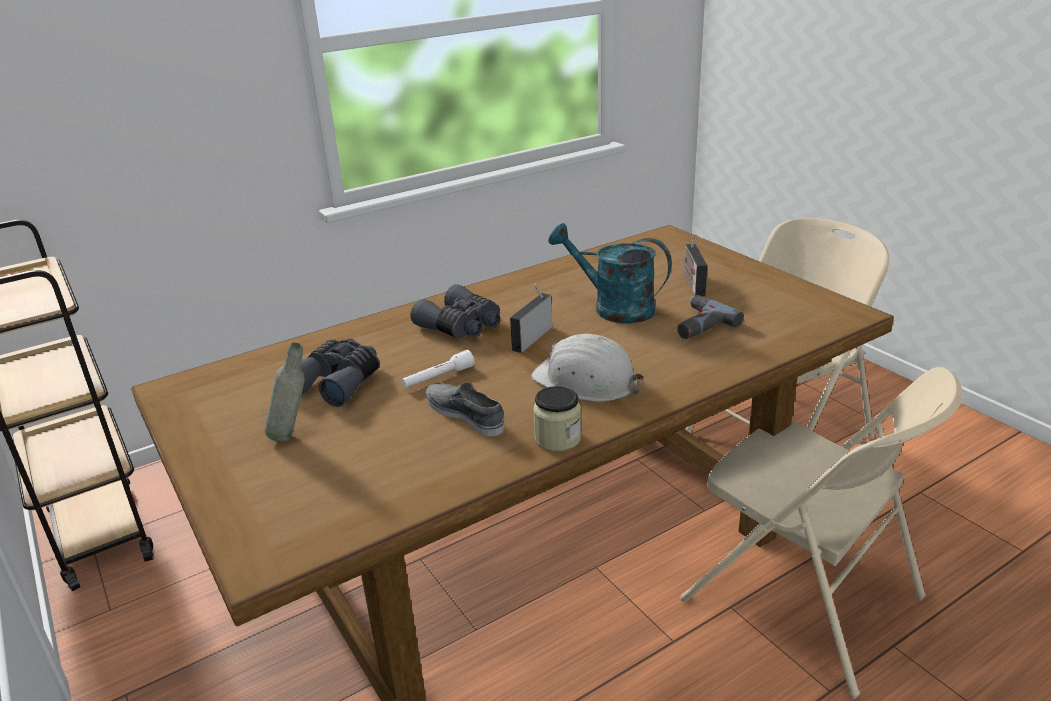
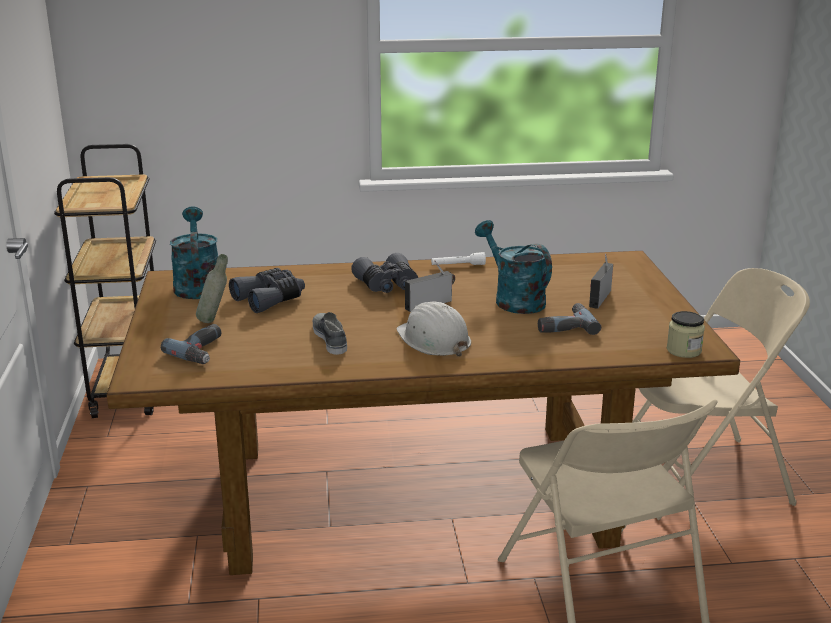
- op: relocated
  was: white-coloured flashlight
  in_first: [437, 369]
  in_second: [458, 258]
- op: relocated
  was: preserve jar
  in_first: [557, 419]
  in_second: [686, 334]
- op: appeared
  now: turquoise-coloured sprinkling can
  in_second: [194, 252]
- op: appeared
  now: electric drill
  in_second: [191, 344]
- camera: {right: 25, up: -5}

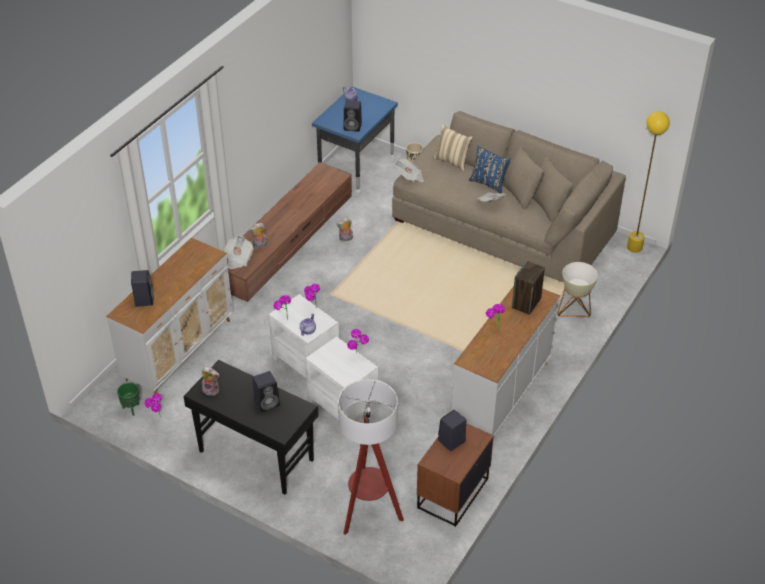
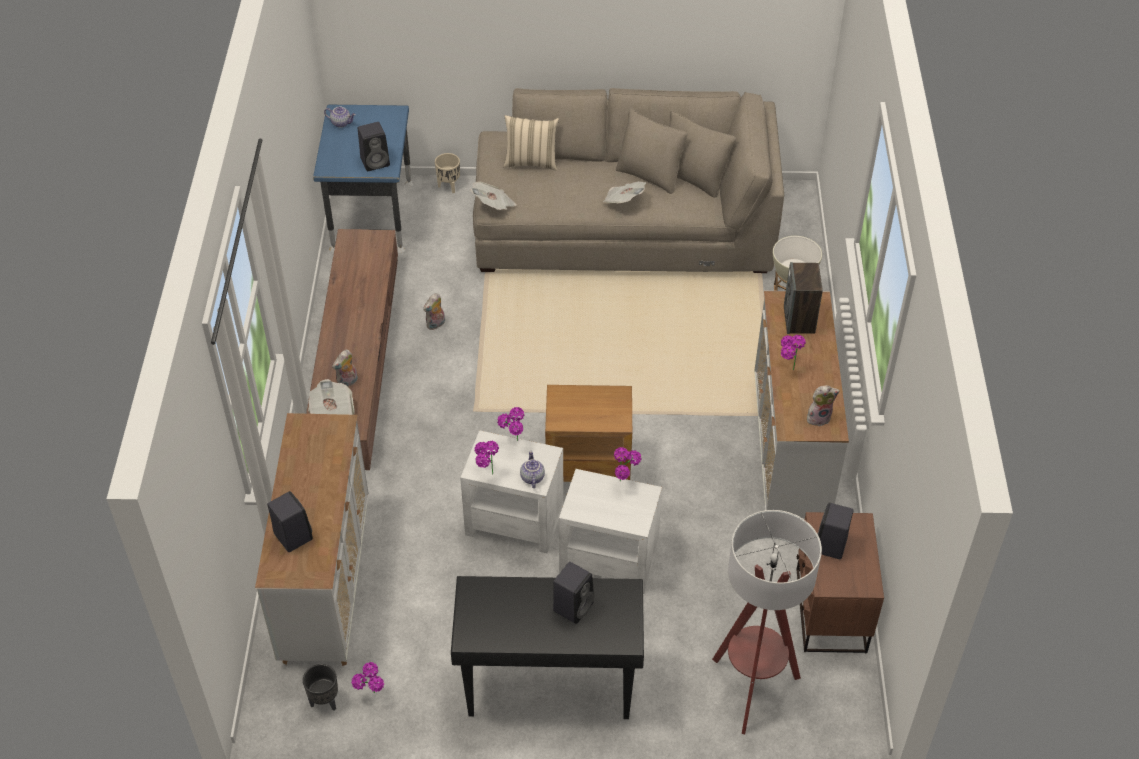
- op: missing
  was: yellow-coloured standing lamp
  in_first: [648, 182]
- op: missing
  was: bluish pillow
  in_first: [490, 169]
- op: relocated
  was: cuddly toy
  in_first: [210, 381]
  in_second: [823, 405]
- op: colour
  was: green-coloured plant pot
  now: black plant pot
  in_first: [128, 399]
  in_second: [320, 687]
- op: appeared
  now: brown accent table
  in_second: [588, 433]
- camera: {right: -30, up: 5}

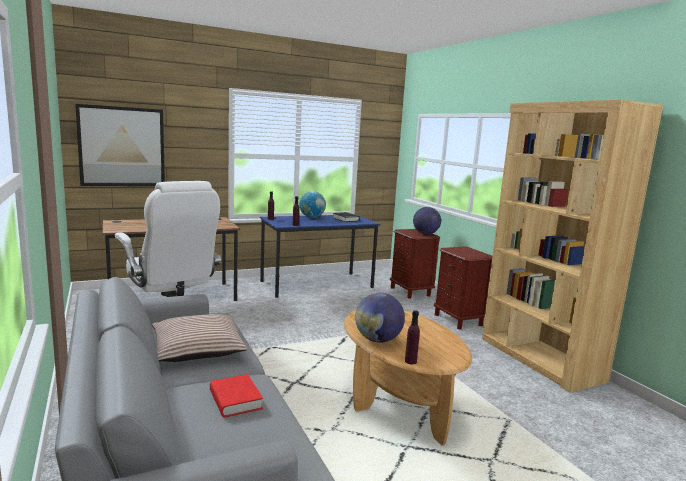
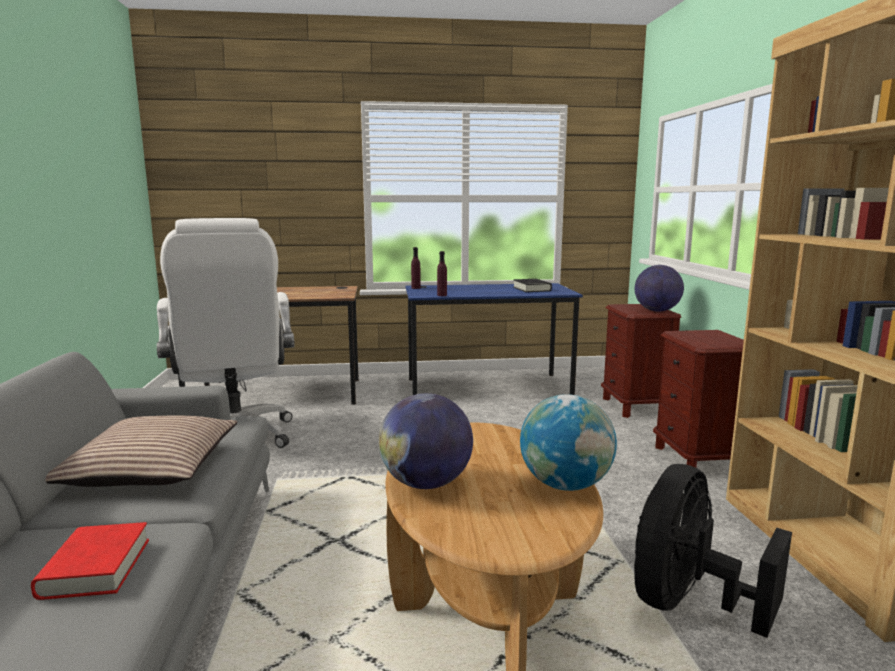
- op: missing
  was: picture
  in_first: [120, 145]
- op: relocated
  was: globe
  in_first: [312, 204]
  in_second: [568, 442]
- op: missing
  was: purplish drink bottle
  in_first: [412, 337]
- op: appeared
  now: black electric fan
  in_second: [713, 551]
- camera: {right: 20, up: 0}

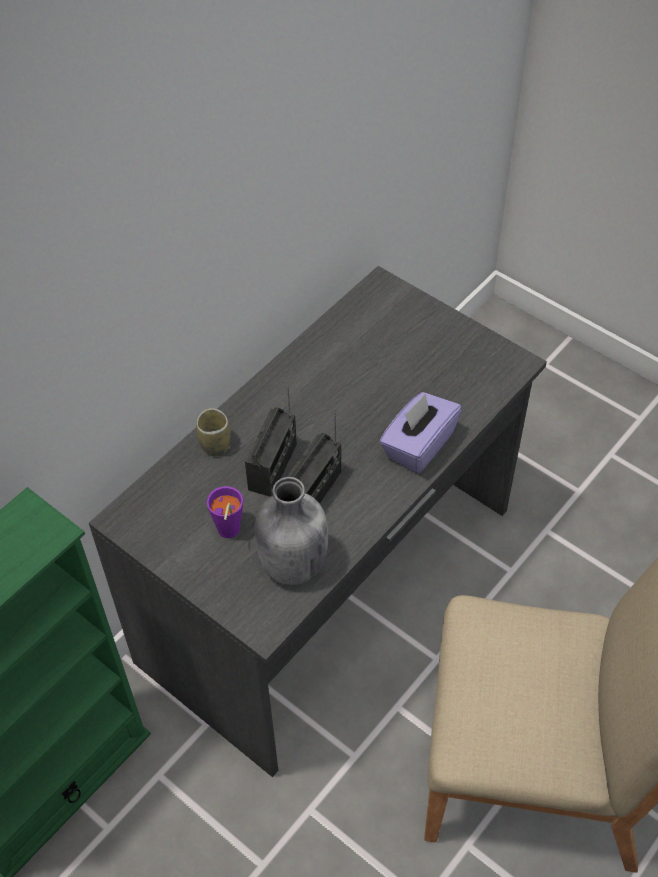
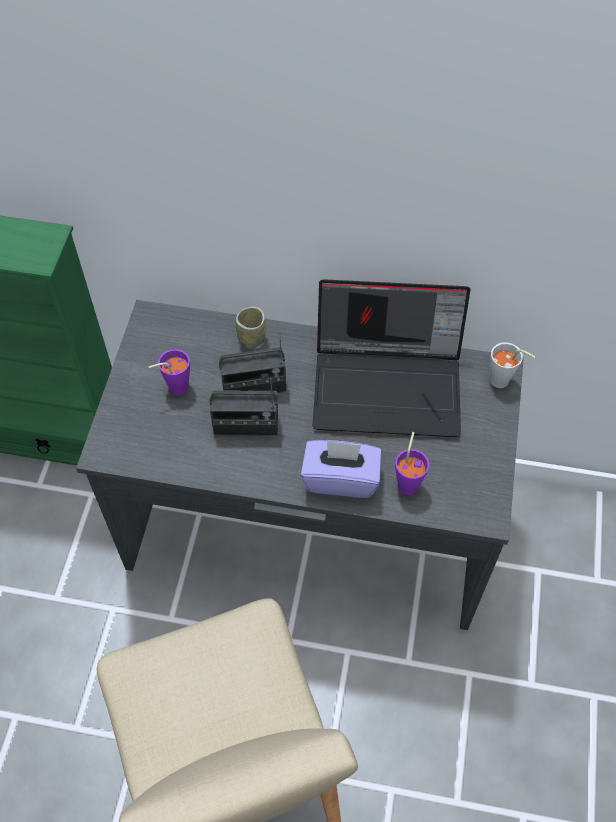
- op: missing
  was: greyish drink bottle
  in_first: [291, 531]
- op: appeared
  now: portable computer
  in_second: [392, 358]
- op: appeared
  now: greyish drinking cup
  in_second: [512, 365]
- op: appeared
  now: purplish drinking cup
  in_second: [412, 463]
- camera: {right: 60, up: 5}

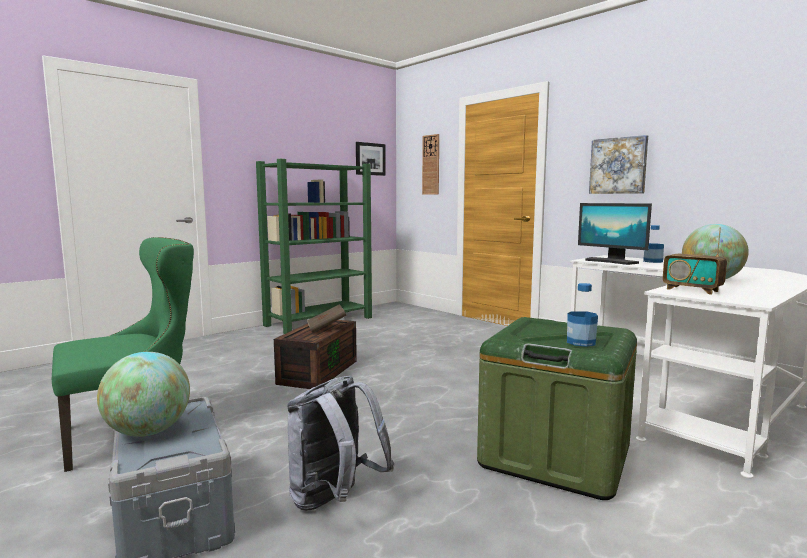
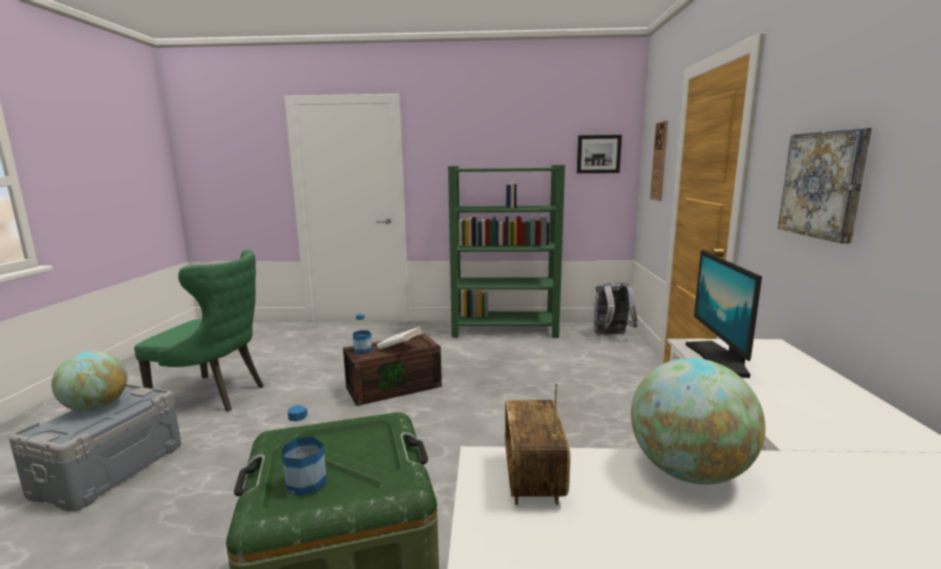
- op: relocated
  was: drink bottle
  in_first: [653, 244]
  in_second: [362, 334]
- op: colour
  was: brown volume
  now: white-coloured volume
  in_first: [327, 318]
  in_second: [400, 337]
- op: relocated
  was: greyish rucksack
  in_first: [341, 443]
  in_second: [616, 308]
- camera: {right: 45, up: 5}

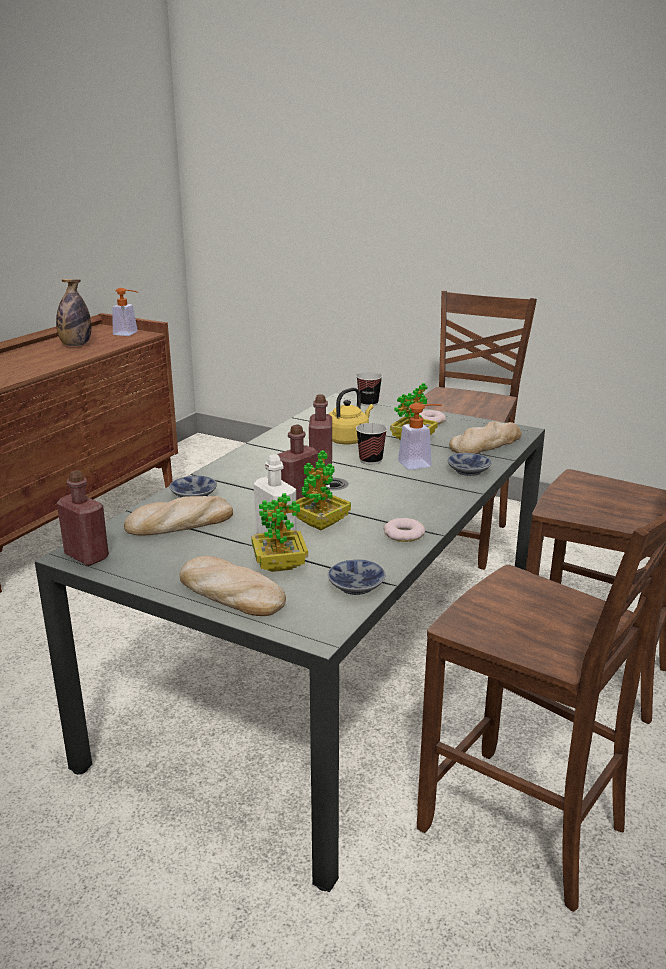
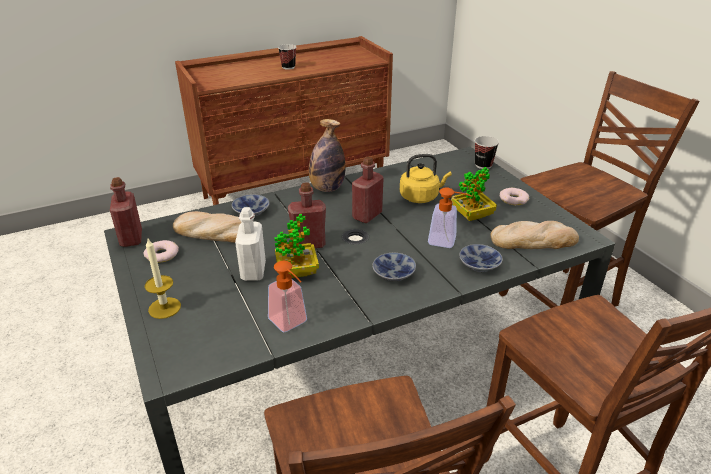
- op: relocated
  was: drink bottle
  in_first: [73, 312]
  in_second: [327, 155]
- op: relocated
  was: liquid soap bottle
  in_first: [125, 312]
  in_second: [287, 296]
- op: relocated
  was: drinking cup
  in_first: [371, 444]
  in_second: [287, 57]
- op: missing
  was: houseplant
  in_first: [279, 532]
- op: relocated
  was: ring doughnut
  in_first: [404, 530]
  in_second: [161, 251]
- op: exchanged
  was: baked bread
  now: wax light
  in_first: [233, 586]
  in_second: [162, 279]
- op: relocated
  was: deep dish
  in_first: [356, 577]
  in_second: [394, 267]
- camera: {right: 35, up: 10}

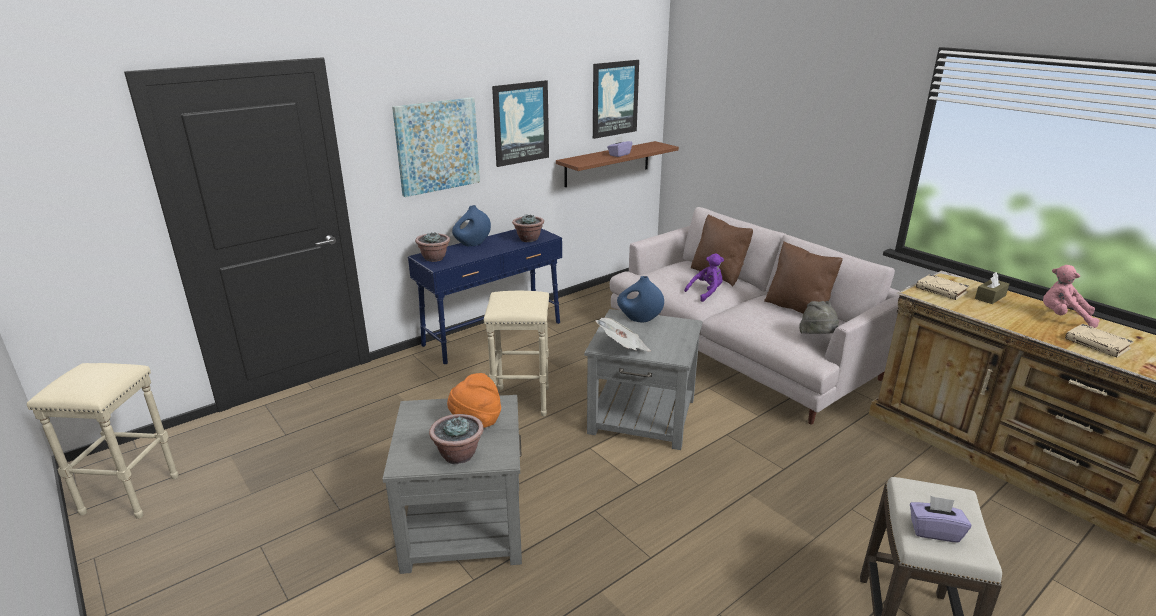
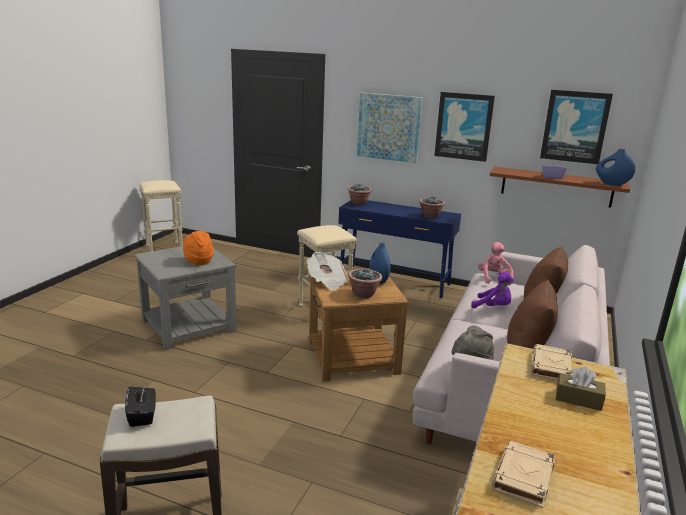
- op: relocated
  was: bluish decorative vase
  in_first: [471, 226]
  in_second: [616, 167]
- op: relocated
  was: pink-coloured cuddly toy
  in_first: [1071, 296]
  in_second: [495, 263]
- op: colour
  was: greyish accent table
  now: brown accent table
  in_first: [643, 379]
  in_second: [358, 326]
- op: relocated
  was: houseplant
  in_first: [456, 439]
  in_second: [365, 283]
- op: colour
  was: purplish tissue holder
  now: black tissue holder
  in_first: [940, 519]
  in_second: [140, 406]
- camera: {right: 60, up: -5}

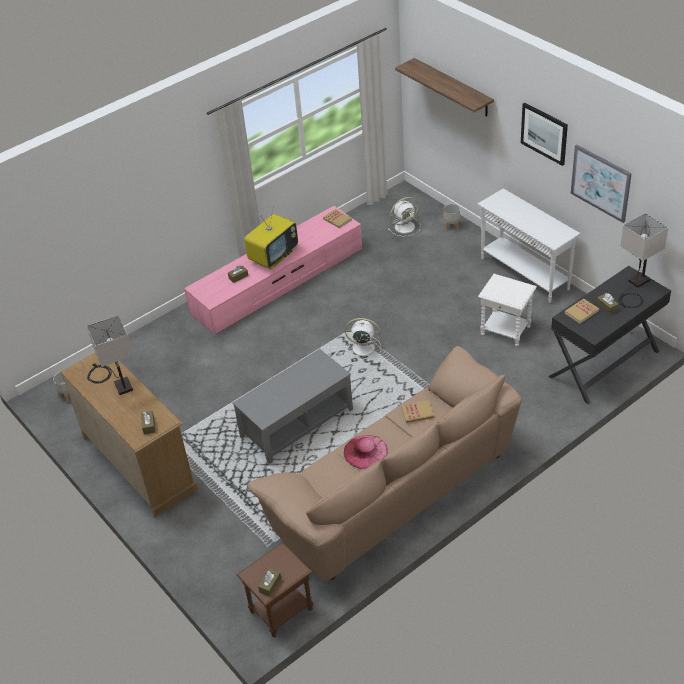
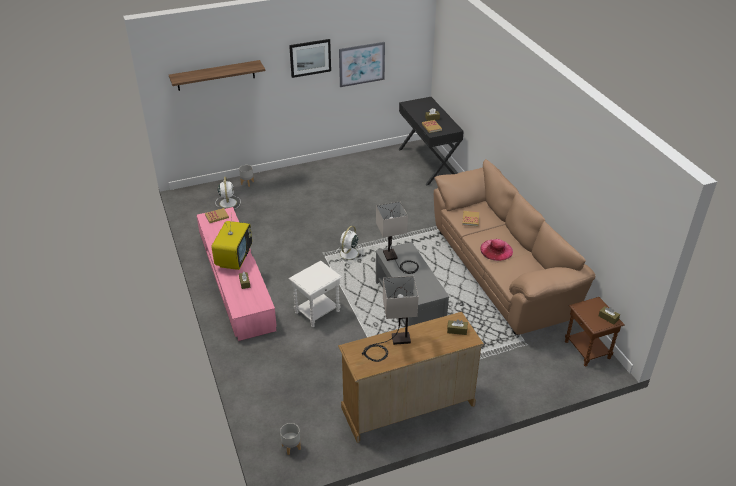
- op: missing
  was: white-coloured console table
  in_first: [529, 245]
- op: spun
  was: TV
  in_first: [271, 238]
  in_second: [231, 241]
  clockwise: 45
- op: relocated
  was: lamp for a table
  in_first: [643, 260]
  in_second: [397, 237]
- op: relocated
  was: white-coloured accent table
  in_first: [507, 310]
  in_second: [315, 294]
- camera: {right: -75, up: -5}

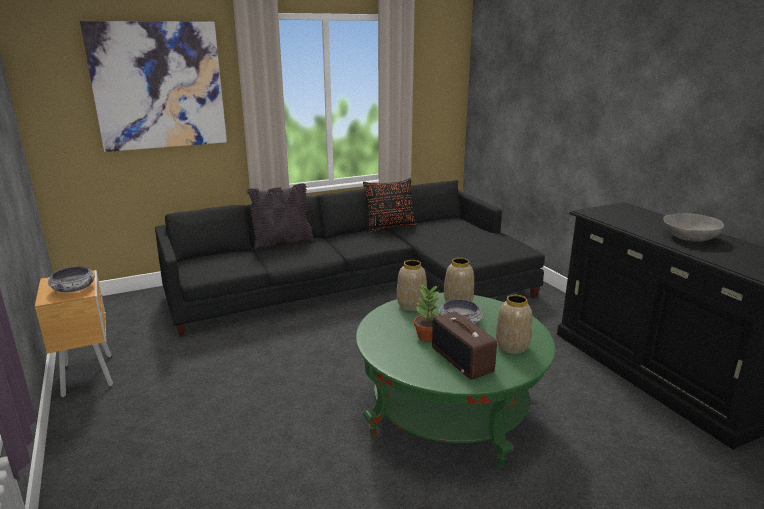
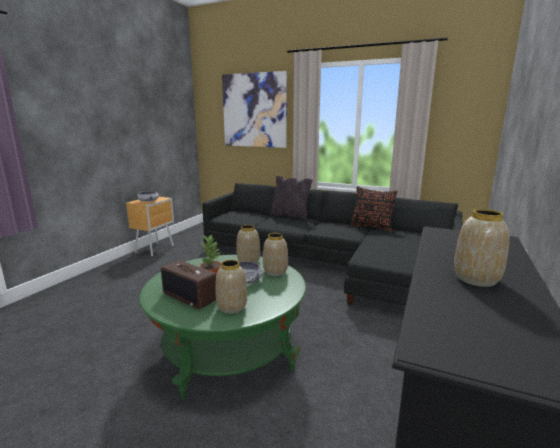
- op: exchanged
  was: greyish deep dish
  now: decorative vase
  in_first: [693, 227]
  in_second: [481, 248]
- op: spun
  was: radio
  in_first: [464, 345]
  in_second: [188, 284]
  clockwise: -75
- camera: {right: 50, up: -5}

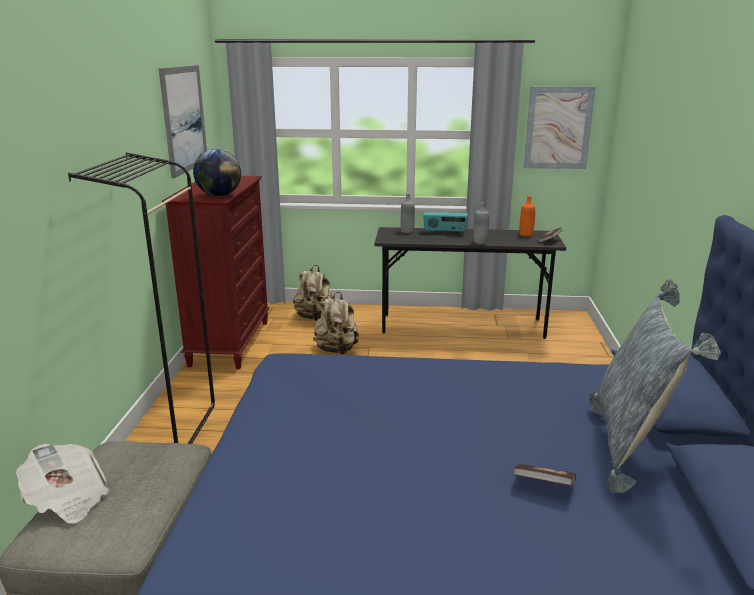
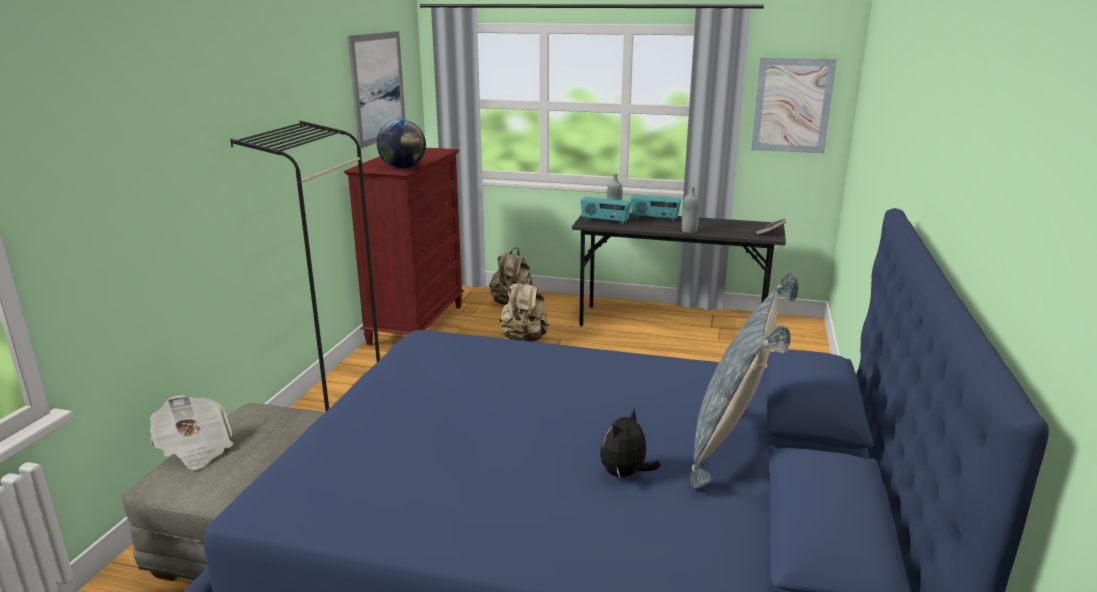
- op: missing
  was: orangey drink bottle
  in_first: [527, 216]
- op: exchanged
  was: volume
  now: cuddly toy
  in_first: [544, 475]
  in_second: [630, 443]
- op: appeared
  now: radio
  in_second: [606, 210]
- camera: {right: 10, up: 0}

